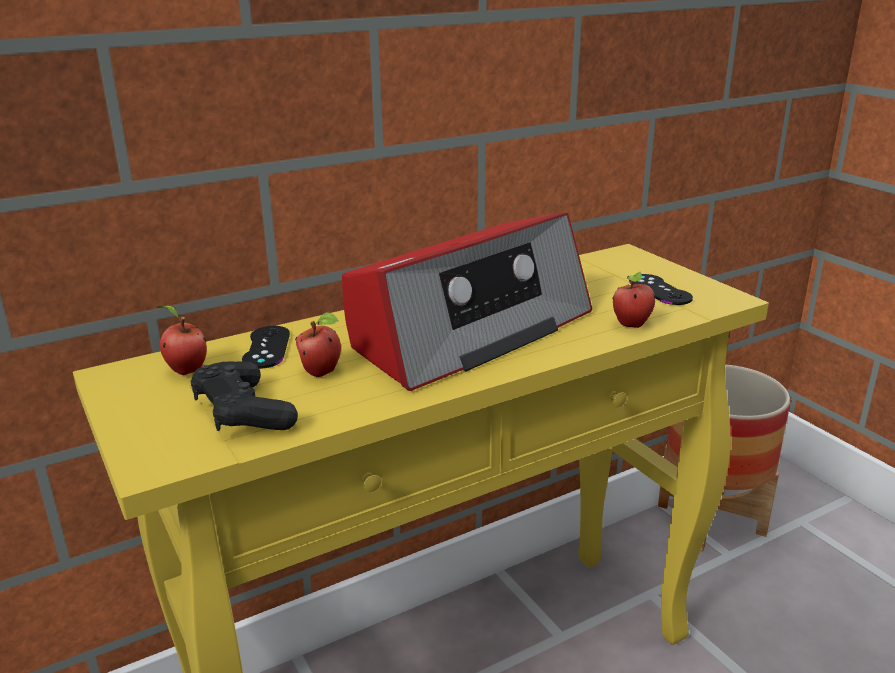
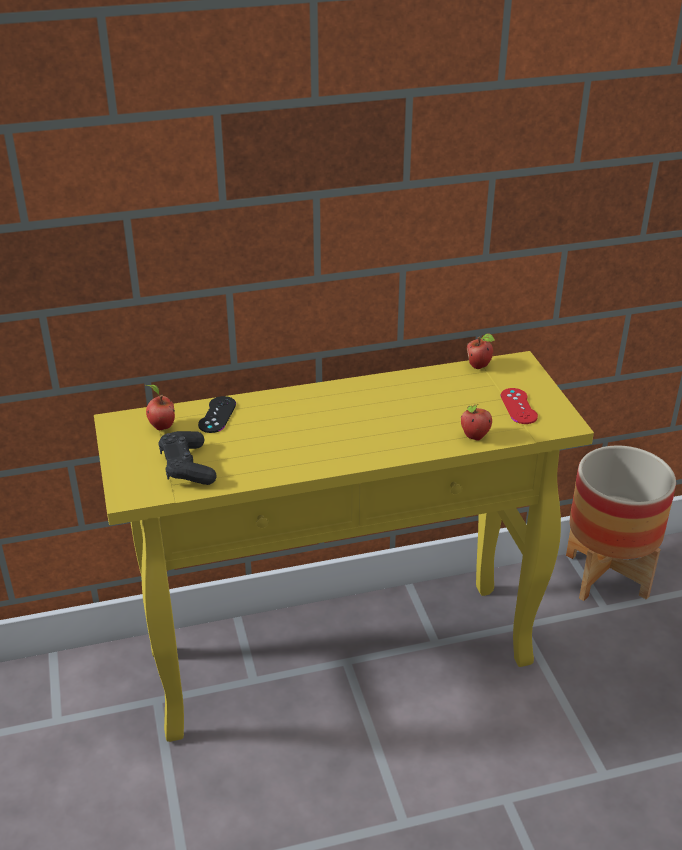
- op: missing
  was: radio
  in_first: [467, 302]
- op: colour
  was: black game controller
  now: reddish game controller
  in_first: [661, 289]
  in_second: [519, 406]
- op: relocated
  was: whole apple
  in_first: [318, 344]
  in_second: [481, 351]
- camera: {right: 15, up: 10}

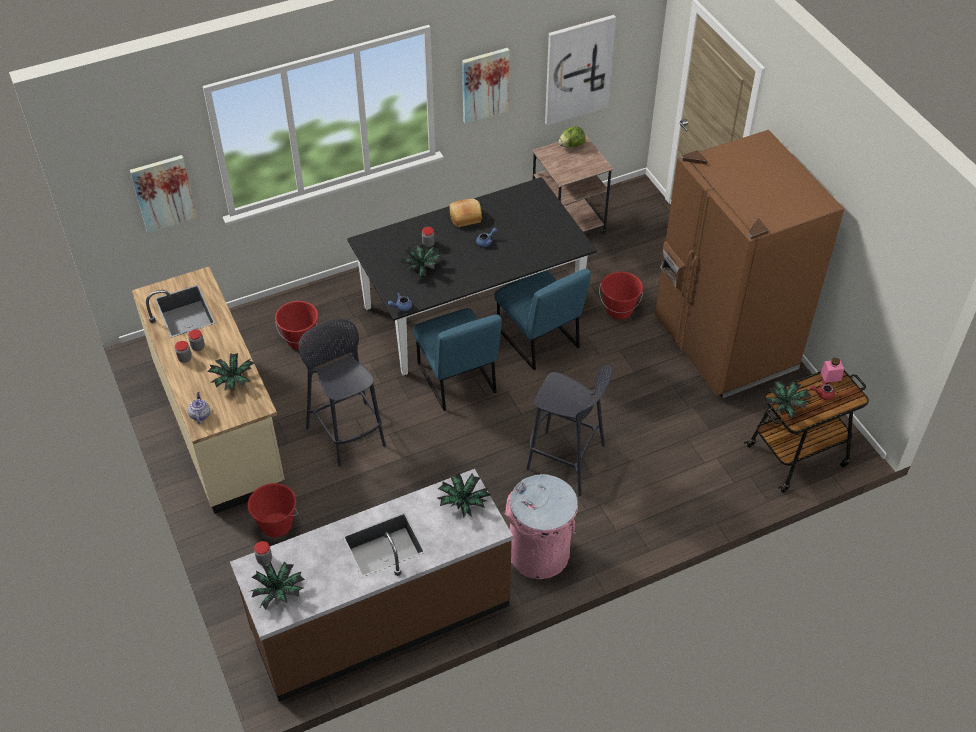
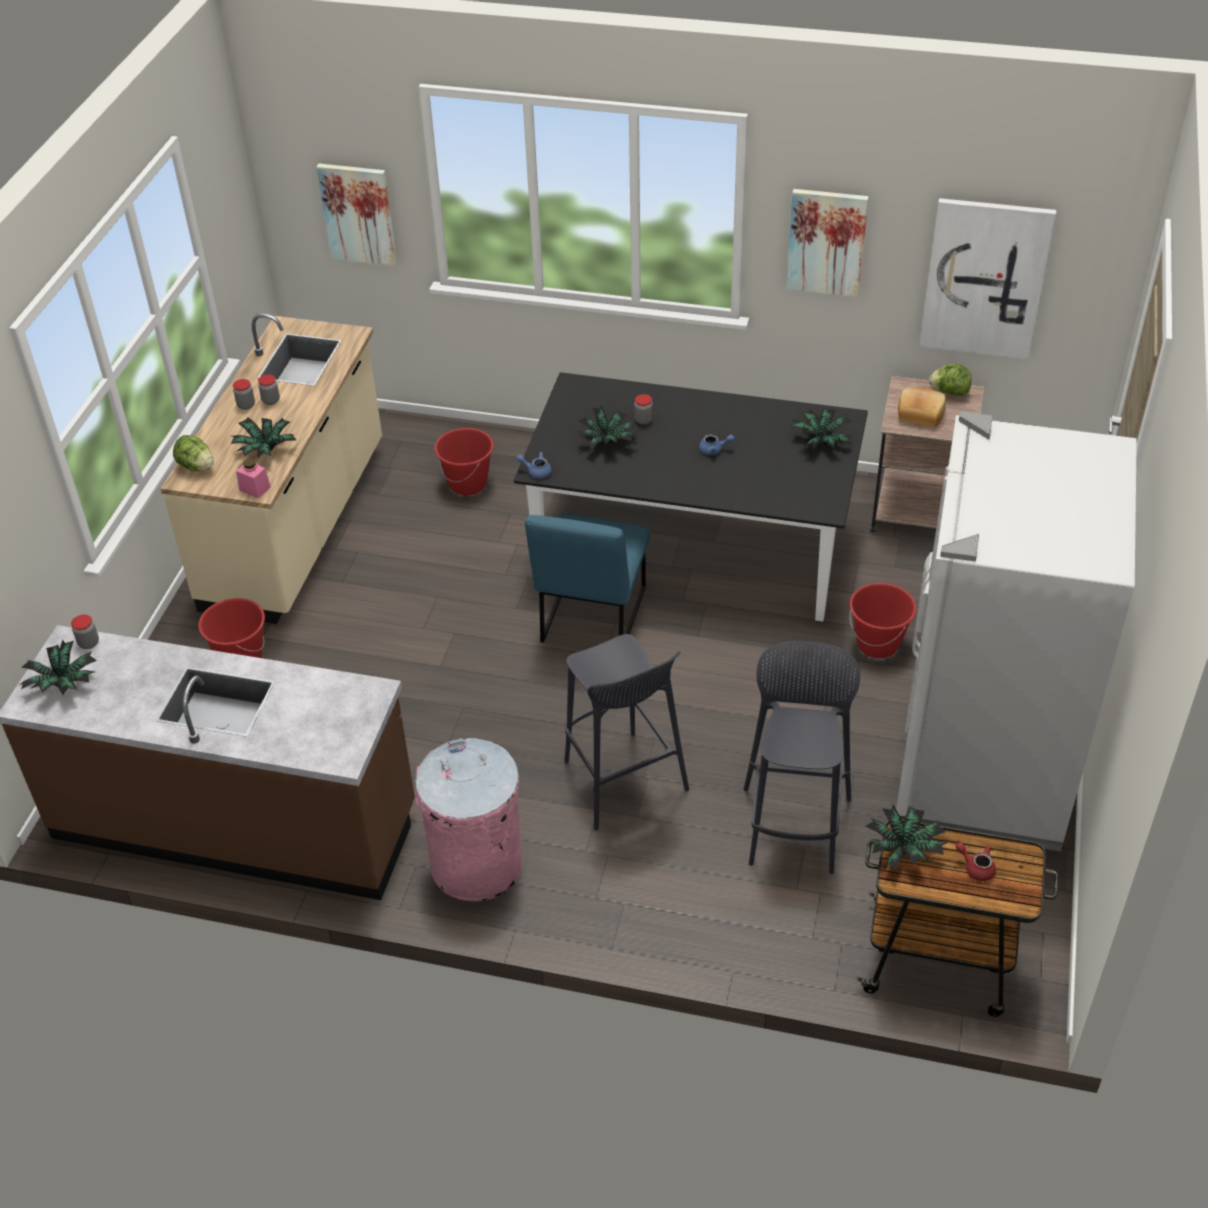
- op: colour
  was: brown fridge
  now: white-coloured fridge
  in_first: [749, 264]
  in_second: [1016, 631]
- op: relocated
  was: baked bread
  in_first: [465, 213]
  in_second: [922, 407]
- op: missing
  was: bluish plain chair
  in_first: [542, 319]
- op: relocated
  was: greyish stool seat
  in_first: [342, 393]
  in_second: [802, 757]
- op: relocated
  was: pink-coloured preserve jar
  in_first: [832, 370]
  in_second: [253, 478]
- op: exchanged
  was: teapot
  now: head of lettuce
  in_first: [199, 408]
  in_second: [193, 453]
- op: relocated
  was: houseplant
  in_first: [464, 495]
  in_second: [821, 429]
- camera: {right: 40, up: -5}

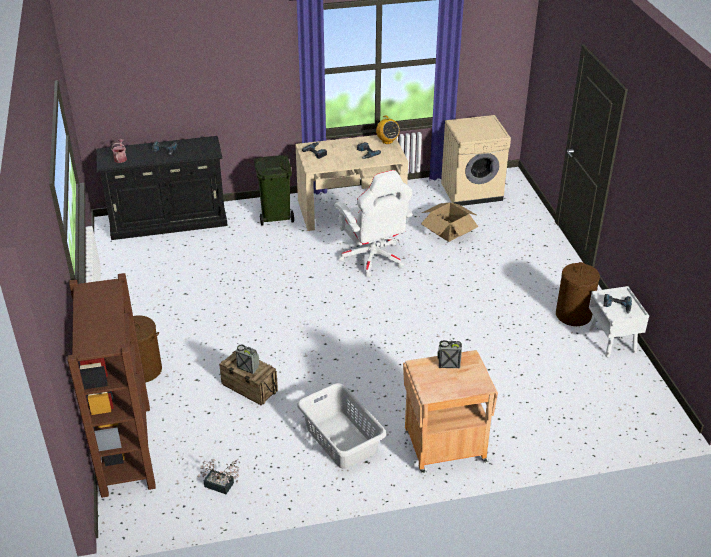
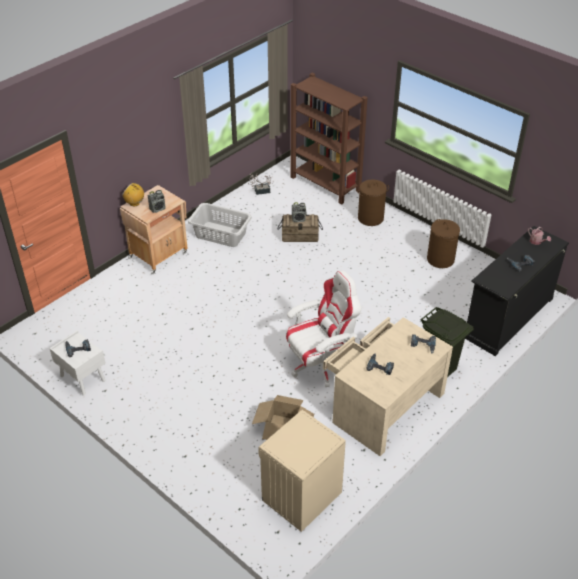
- op: relocated
  was: radio
  in_first: [388, 130]
  in_second: [133, 194]
- op: spun
  was: white-coloured computer chair
  in_first: [373, 224]
  in_second: [323, 328]
  clockwise: 120
- op: relocated
  was: brown washing basket
  in_first: [578, 294]
  in_second: [443, 243]
- camera: {right: 145, up: 5}

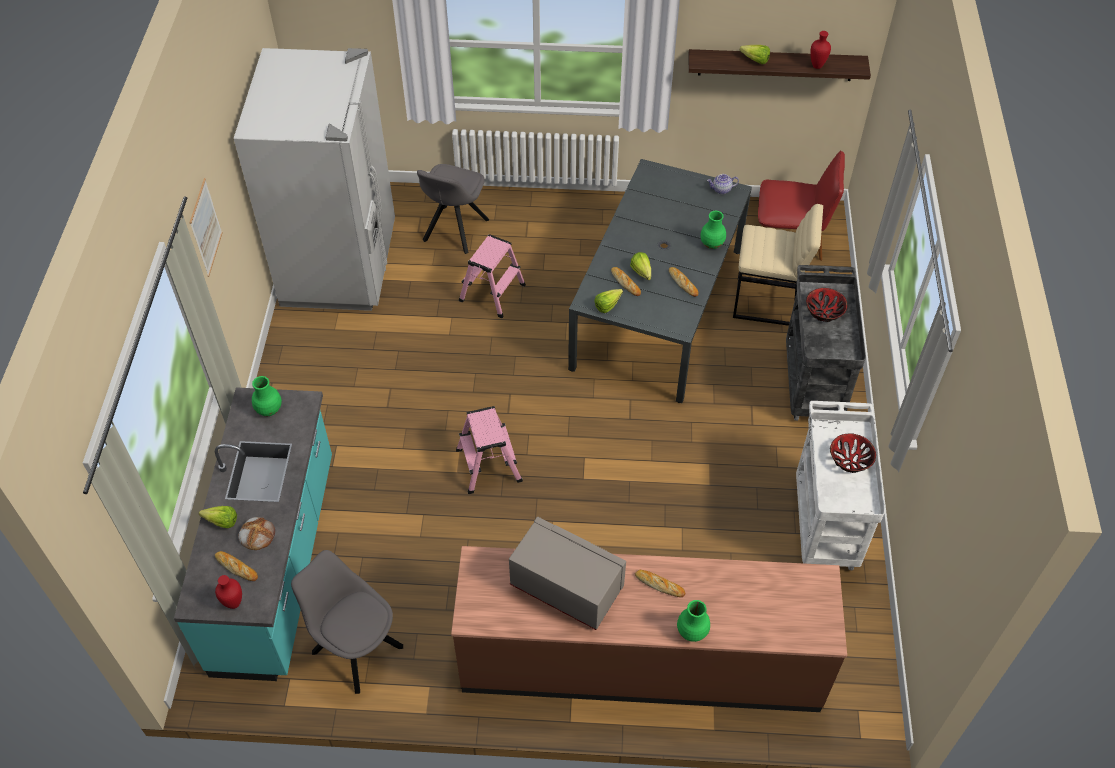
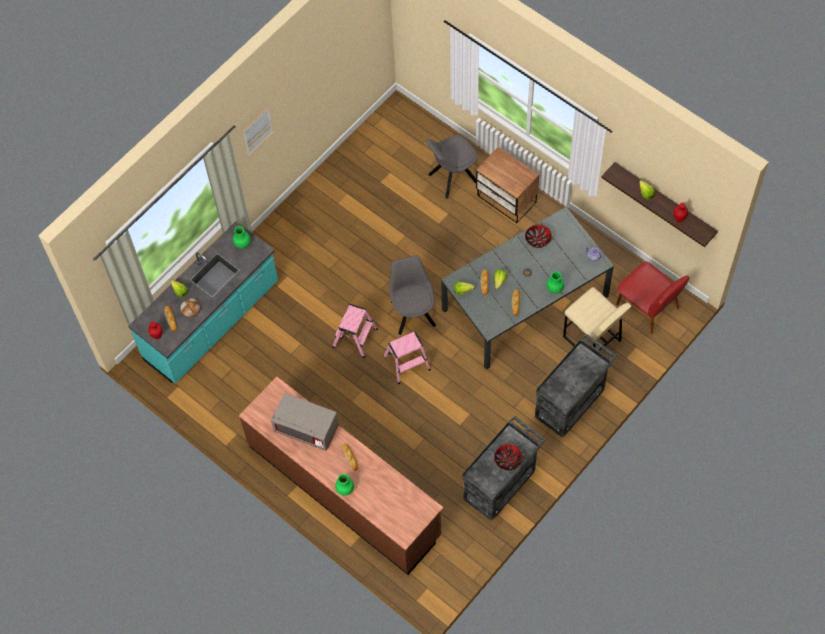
- op: missing
  was: white-coloured fridge
  in_first: [314, 179]
- op: relocated
  was: pink-coloured step ladder
  in_first: [492, 276]
  in_second: [407, 358]
- op: relocated
  was: deep dish
  in_first: [827, 305]
  in_second: [538, 236]
- op: colour
  was: white-coloured cart
  now: black cart
  in_first: [840, 485]
  in_second: [503, 468]
- op: spun
  was: greyish kitchen microwave
  in_first: [567, 573]
  in_second: [305, 422]
  clockwise: 135
- op: relocated
  was: greyish plain chair
  in_first: [347, 622]
  in_second: [412, 295]
- op: appeared
  now: bedside table
  in_second: [507, 185]
- camera: {right: 40, up: 10}

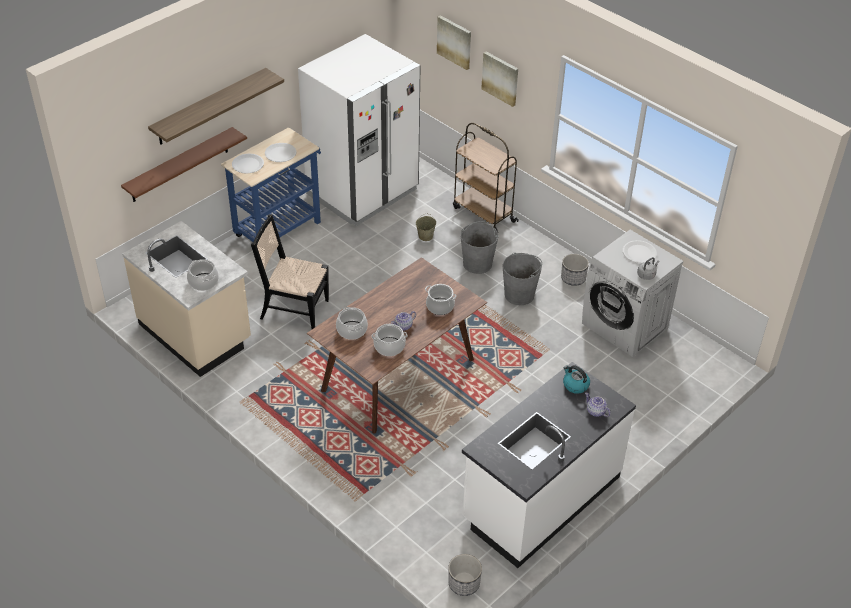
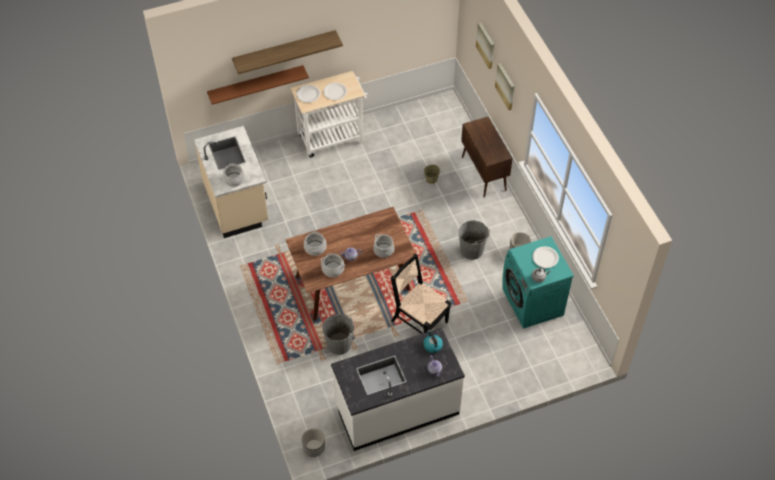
- op: missing
  was: white-coloured fridge
  in_first: [359, 130]
- op: exchanged
  was: brown cart
  now: brown cabinet
  in_first: [486, 177]
  in_second: [487, 157]
- op: colour
  was: bluish cart
  now: white-coloured cart
  in_first: [271, 185]
  in_second: [329, 114]
- op: relocated
  was: plain chair
  in_first: [290, 271]
  in_second: [421, 294]
- op: relocated
  was: greyish water bucket
  in_first: [479, 247]
  in_second: [338, 334]
- op: colour
  was: white-coloured laundry appliance
  now: turquoise-coloured laundry appliance
  in_first: [632, 293]
  in_second: [538, 282]
- camera: {right: 25, up: 10}

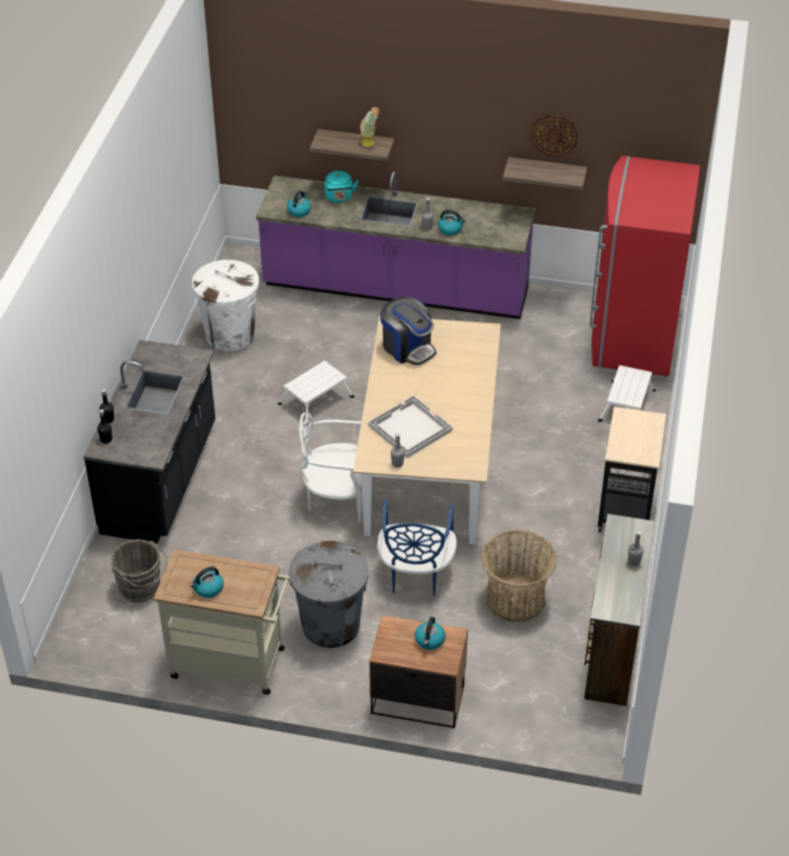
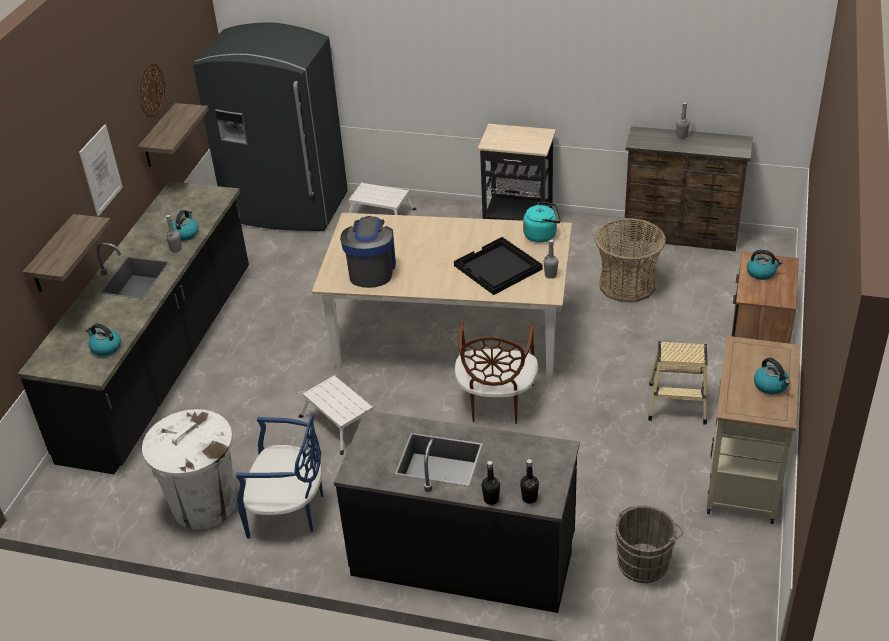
- op: missing
  was: houseplant
  in_first: [370, 127]
- op: colour
  was: reddish fridge
  now: greyish fridge
  in_first: [645, 266]
  in_second: [270, 126]
- op: colour
  was: purplish counter
  now: black counter
  in_first: [395, 245]
  in_second: [133, 328]
- op: relocated
  was: turquoise-coloured kettle
  in_first: [341, 187]
  in_second: [542, 222]
- op: spun
  was: coffee brewer
  in_first: [408, 331]
  in_second: [368, 252]
  clockwise: -45
- op: colour
  was: white-coloured serving tray
  now: black serving tray
  in_first: [411, 427]
  in_second: [498, 266]
- op: colour
  was: white-coloured plain chair
  now: brown plain chair
  in_first: [330, 467]
  in_second: [496, 372]
- op: relocated
  was: bluish plain chair
  in_first: [417, 548]
  in_second: [279, 476]
- op: exchanged
  was: greyish rubbish bin
  now: beige-coloured step ladder
  in_first: [329, 594]
  in_second: [678, 383]
- op: appeared
  now: picture
  in_second: [101, 170]
- camera: {right: -85, up: -5}

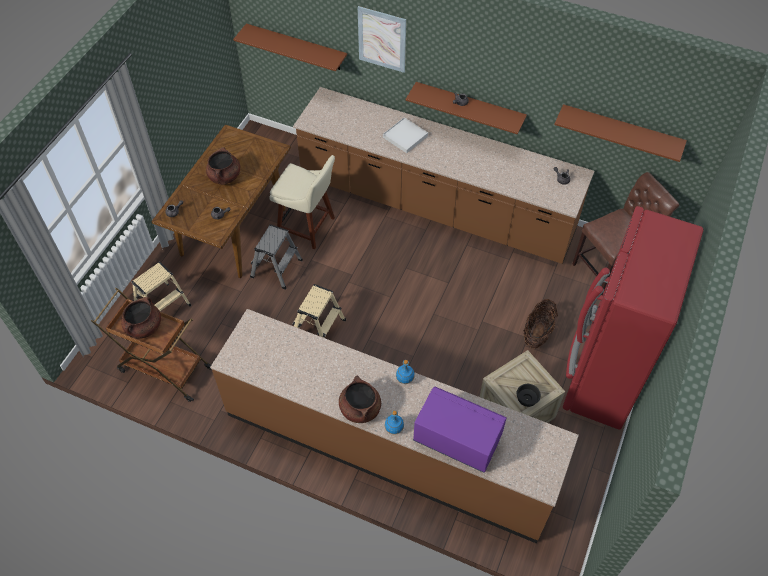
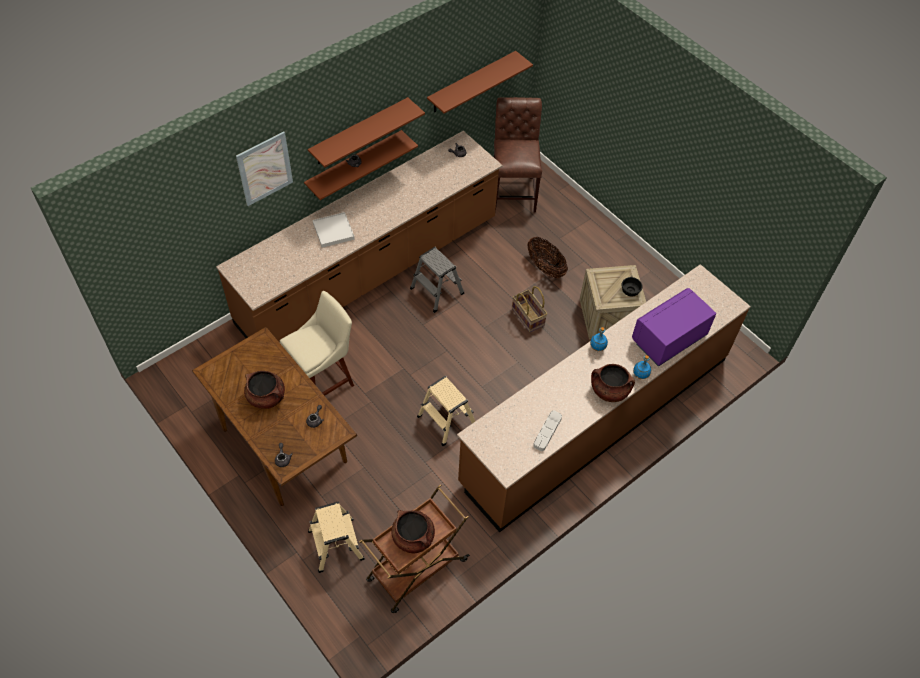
- op: relocated
  was: brown shelf
  in_first: [290, 47]
  in_second: [366, 132]
- op: missing
  was: reddish fridge
  in_first: [633, 318]
- op: relocated
  was: greyish step ladder
  in_first: [276, 257]
  in_second: [437, 280]
- op: appeared
  now: storage basket
  in_second: [529, 309]
- op: appeared
  now: greyish serving tray
  in_second: [547, 431]
- camera: {right: -65, up: 0}

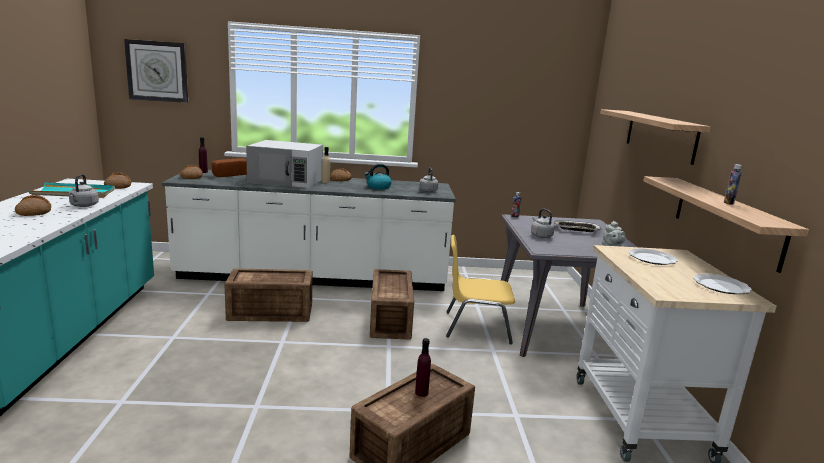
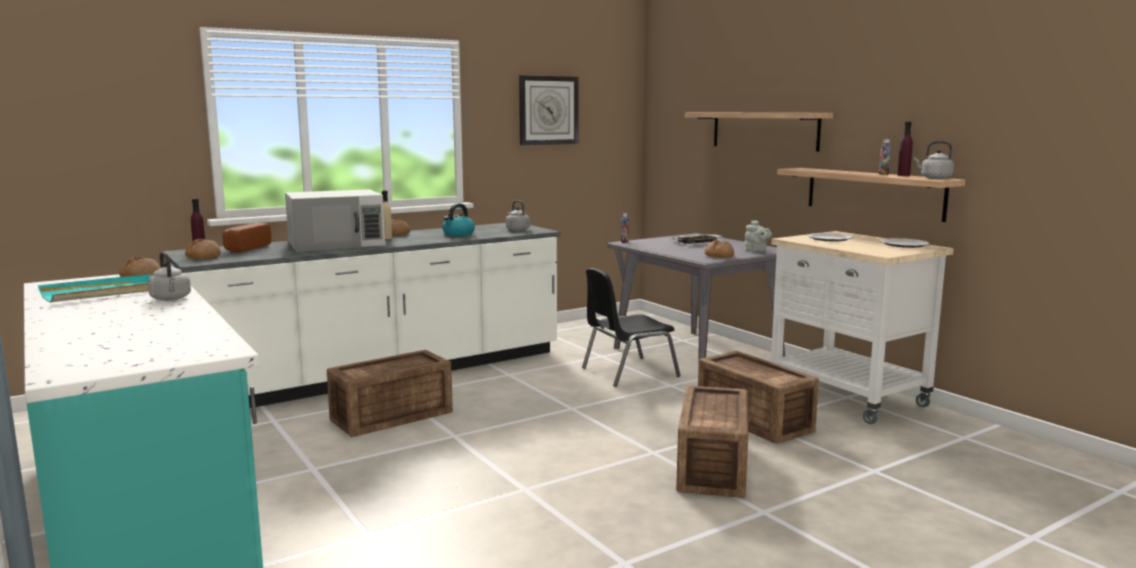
- op: relocated
  was: clock on the wall
  in_first: [156, 71]
  in_second: [549, 110]
- op: relocated
  was: baked bread
  in_first: [33, 205]
  in_second: [719, 249]
- op: relocated
  was: greyish kettle
  in_first: [543, 223]
  in_second: [934, 160]
- op: colour
  was: yellow-coloured plain chair
  now: black plain chair
  in_first: [480, 289]
  in_second: [631, 327]
- op: relocated
  was: crate
  in_first: [392, 304]
  in_second: [758, 397]
- op: relocated
  was: purplish drink bottle
  in_first: [423, 367]
  in_second: [905, 149]
- camera: {right: -30, up: -5}

